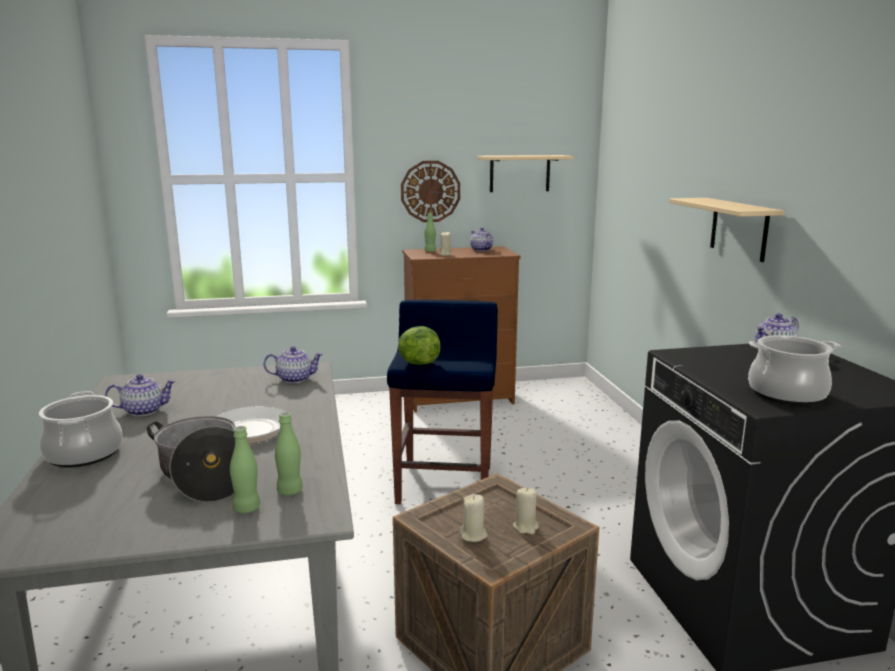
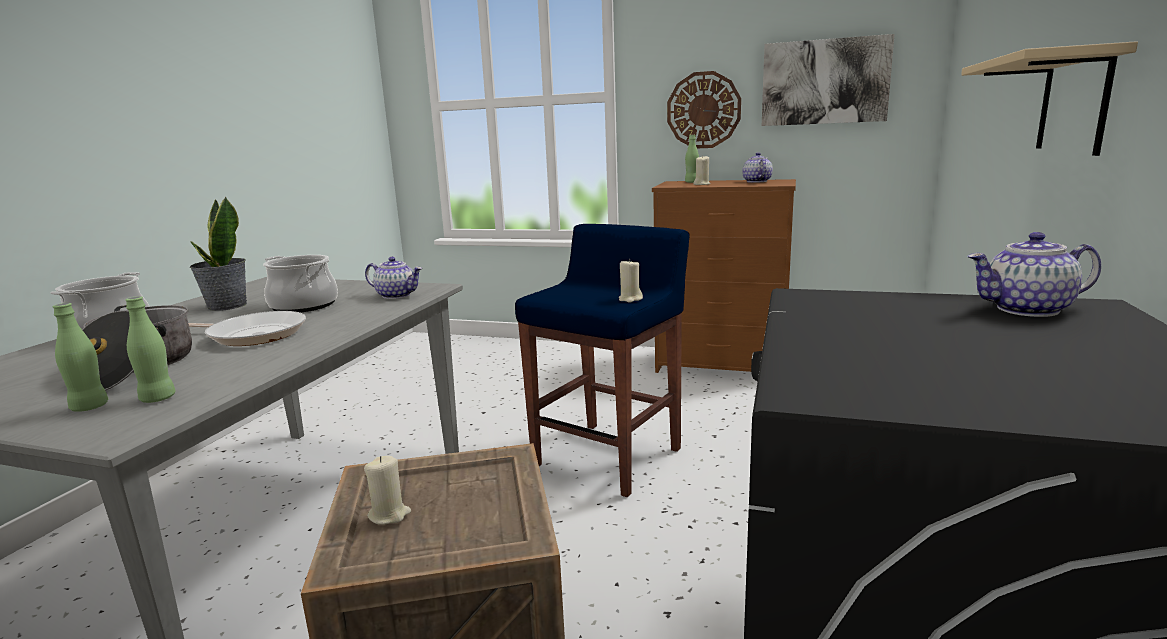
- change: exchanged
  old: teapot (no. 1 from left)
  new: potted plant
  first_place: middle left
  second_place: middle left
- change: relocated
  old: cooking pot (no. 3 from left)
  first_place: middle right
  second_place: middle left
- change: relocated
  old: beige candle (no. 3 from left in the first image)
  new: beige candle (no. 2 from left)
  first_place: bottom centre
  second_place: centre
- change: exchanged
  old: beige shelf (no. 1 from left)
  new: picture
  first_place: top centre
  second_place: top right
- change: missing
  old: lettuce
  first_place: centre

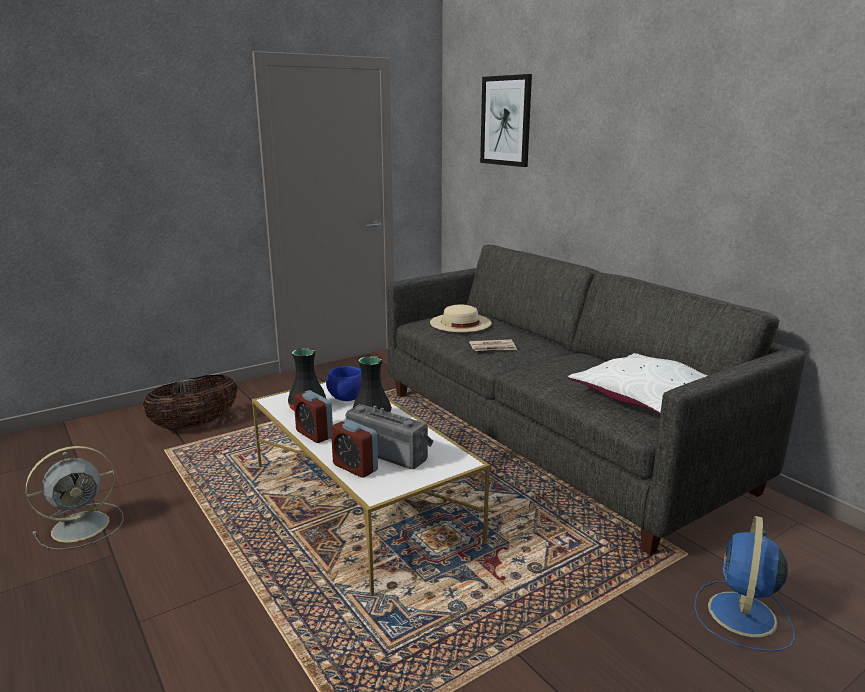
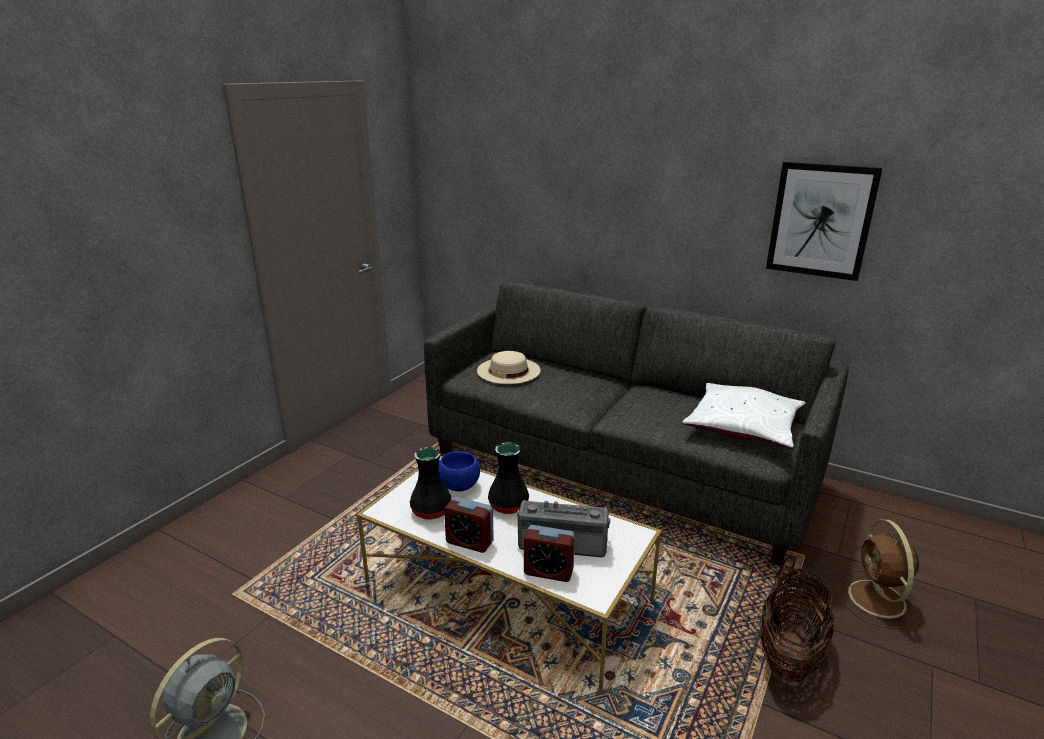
- change: relocated
  old: basket
  first_place: middle left
  second_place: bottom right
- change: relocated
  old: picture
  first_place: top centre
  second_place: top right
- change: colour
  old: blue fan
  new: brown fan
  first_place: bottom right
  second_place: bottom right
- change: missing
  old: newspaper
  first_place: centre

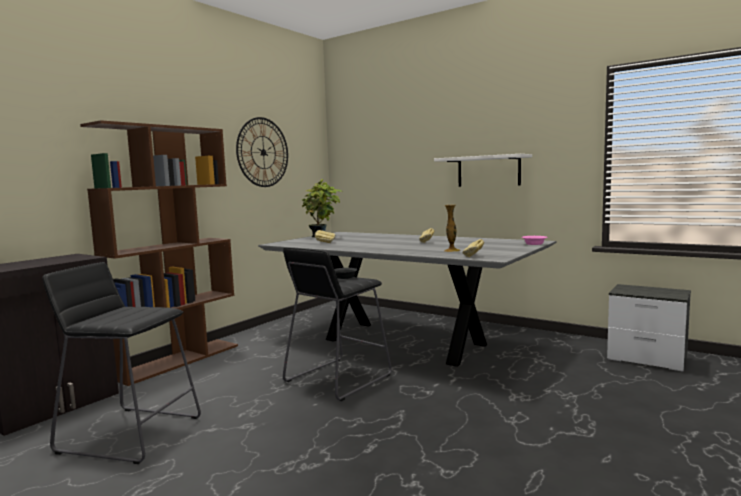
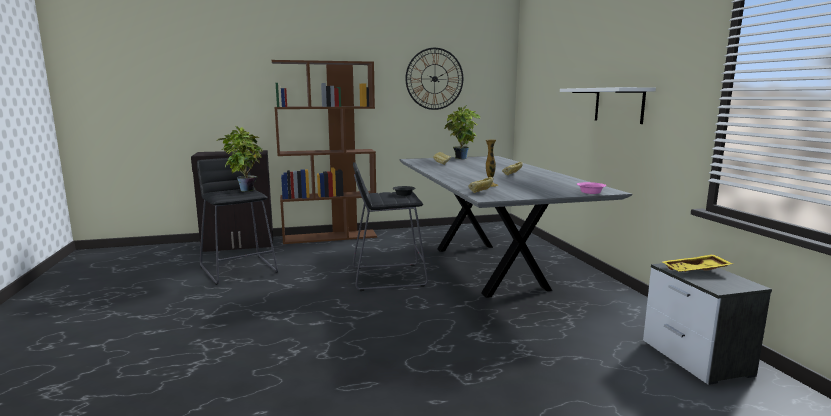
- change: appeared
  new: potted plant (no. 1 from left)
  second_place: middle left
- change: appeared
  new: yellow tray
  second_place: middle right

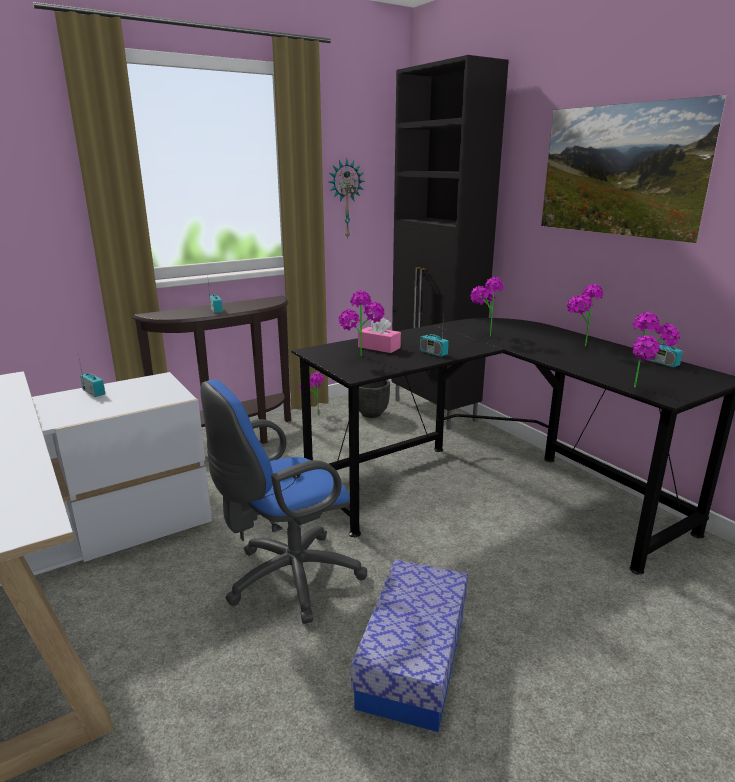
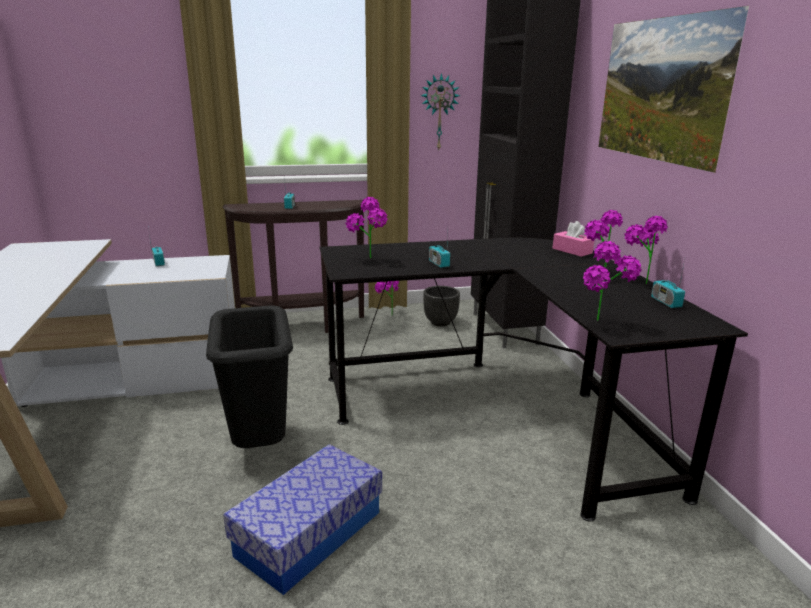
- change: exchanged
  old: blue office chair
  new: black trash can
  first_place: centre
  second_place: middle left
- change: relocated
  old: pink tissue box
  first_place: centre
  second_place: middle right
- change: relocated
  old: potted plant (no. 3 from left in the first image)
  new: potted plant (no. 5 from left)
  first_place: centre
  second_place: middle right

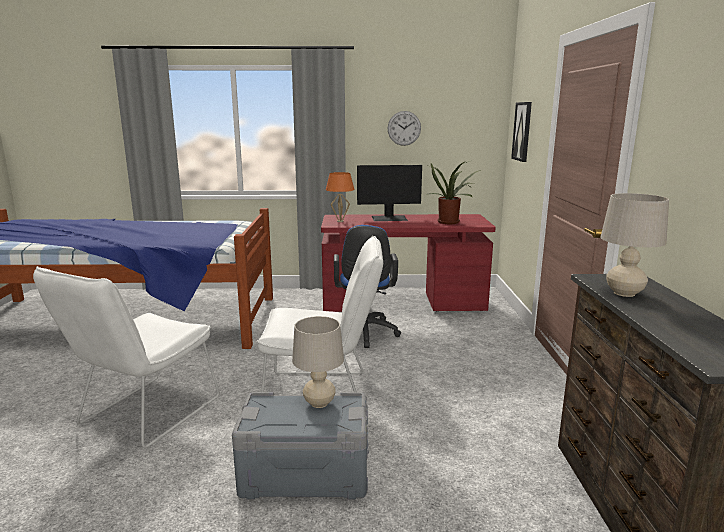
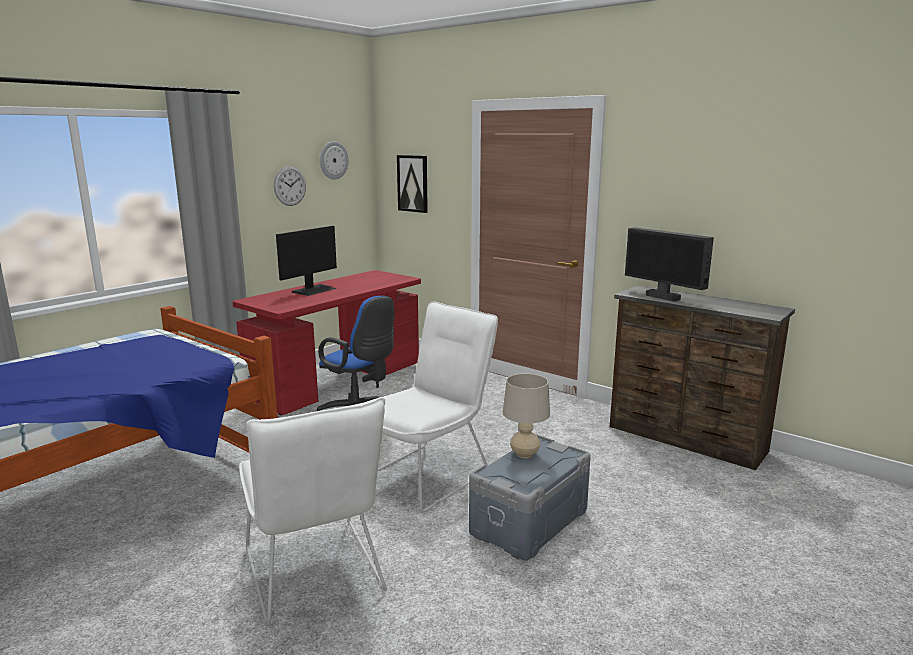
- change: appeared
  new: wall clock (no. 2 from left)
  second_place: top centre
- change: exchanged
  old: beige table lamp (no. 2 from left)
  new: monitor (no. 2 from left)
  first_place: middle right
  second_place: middle right
- change: missing
  old: orange table lamp
  first_place: centre
- change: missing
  old: potted plant
  first_place: centre

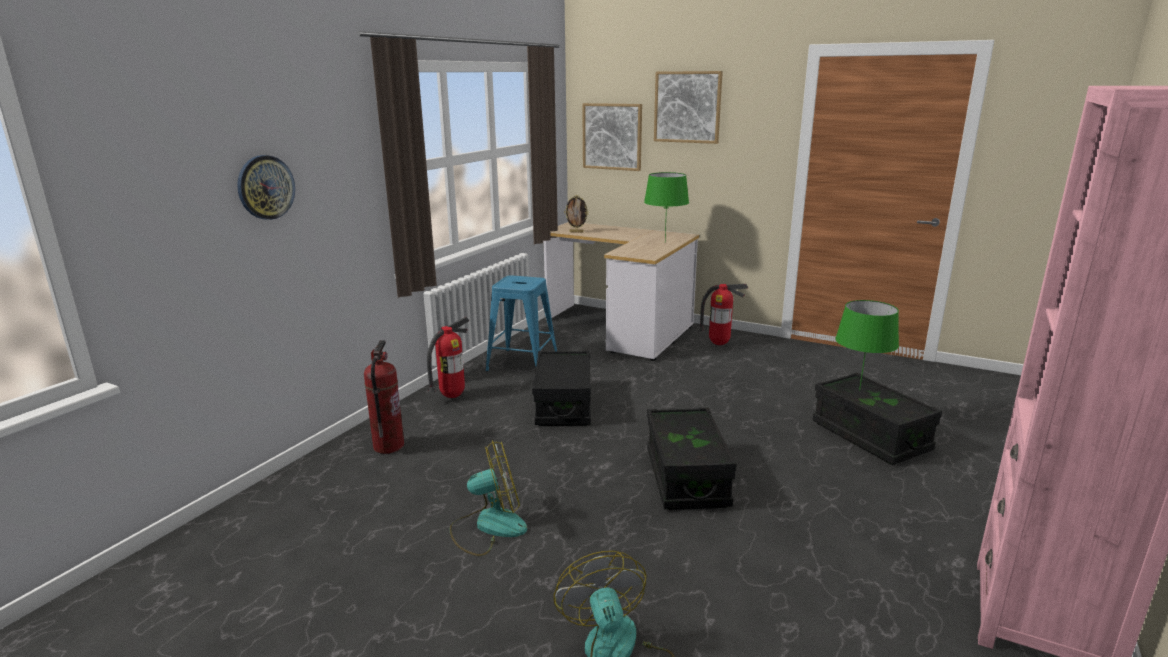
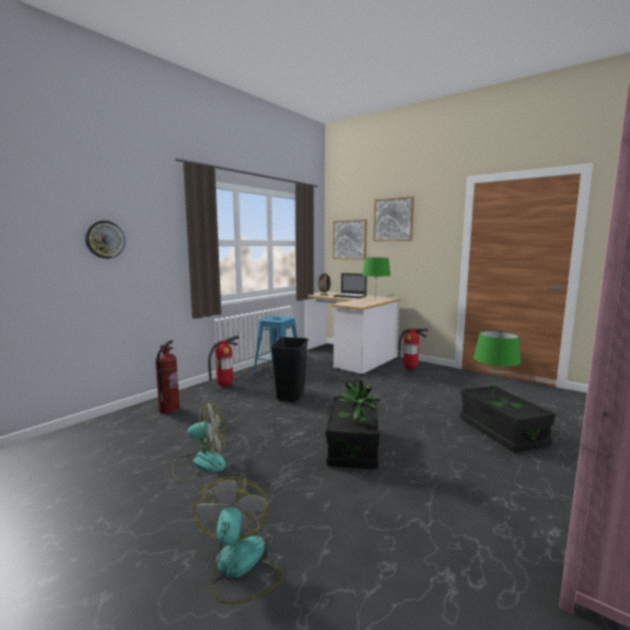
- change: exchanged
  old: black storage box (no. 1 from left)
  new: black trash can
  first_place: centre
  second_place: centre
- change: appeared
  new: laptop
  second_place: centre
- change: appeared
  new: potted plant
  second_place: centre

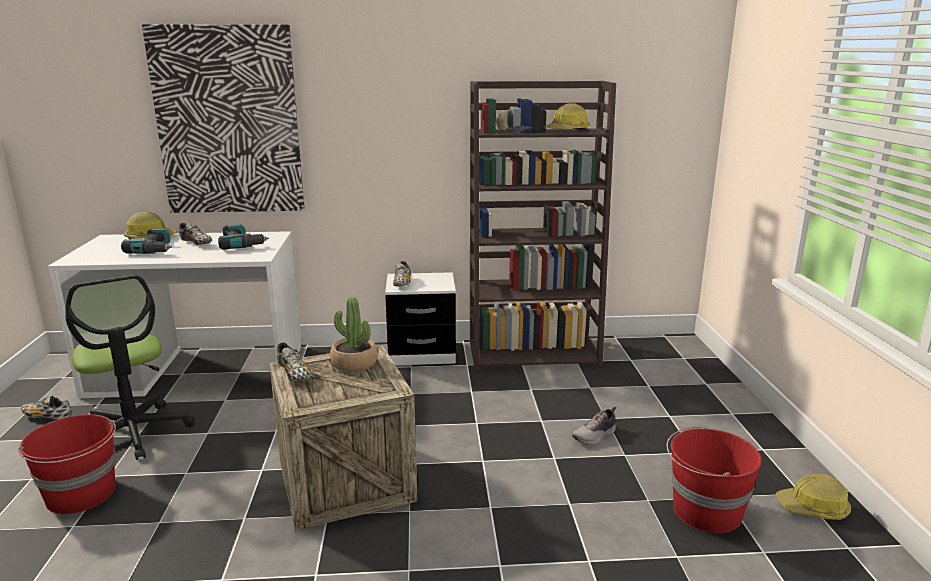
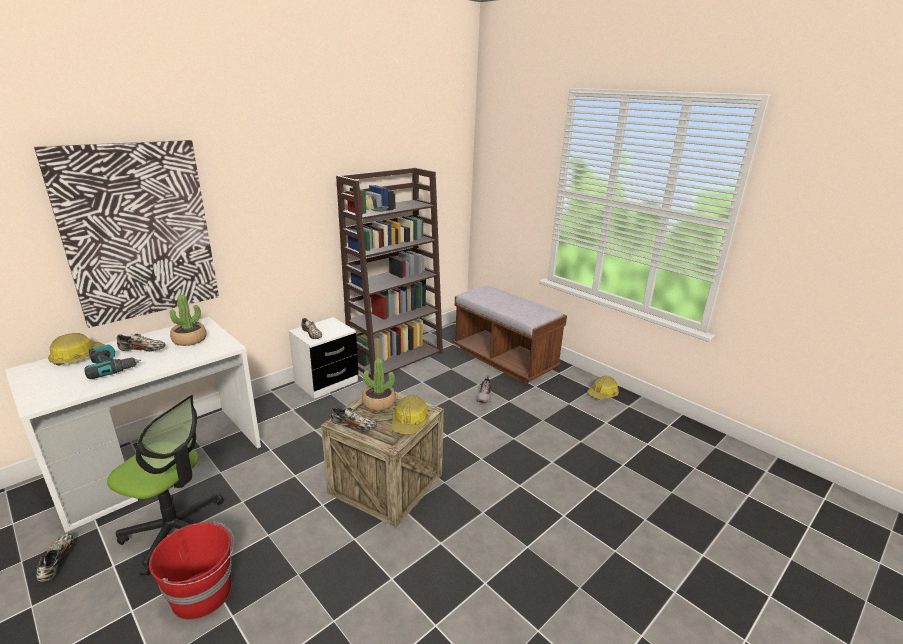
- change: spun
  old: shoe (no. 1 from left)
  first_place: bottom left
  second_place: bottom left
  degrees: 105
- change: exchanged
  old: power drill (no. 2 from left)
  new: potted plant (no. 1 from left)
  first_place: middle left
  second_place: middle left
- change: relocated
  old: hard hat (no. 2 from left)
  first_place: top centre
  second_place: centre
- change: appeared
  new: brown bench
  second_place: centre
- change: missing
  old: red bucket (no. 2 from left)
  first_place: bottom right

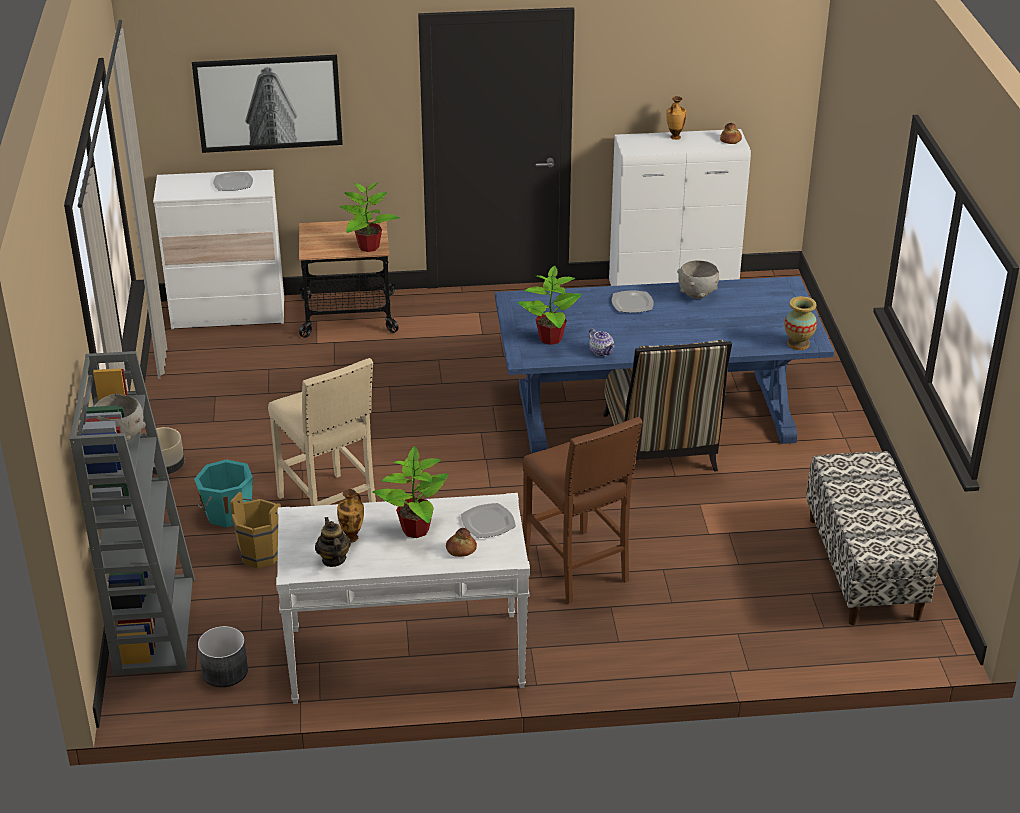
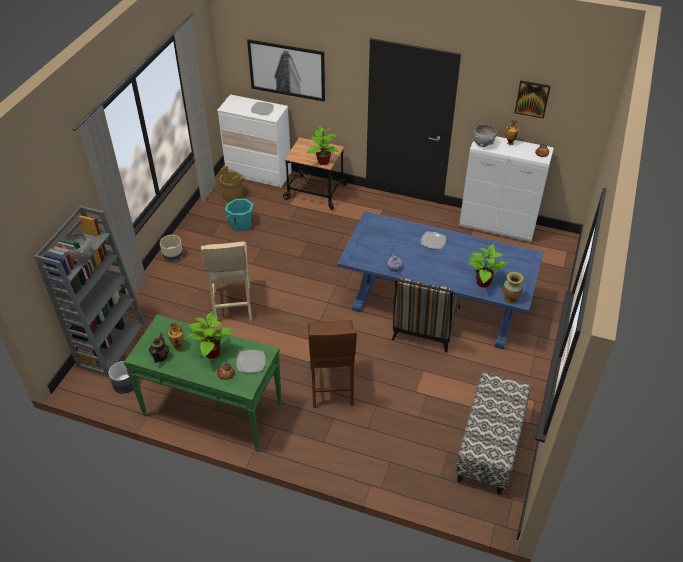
- change: colour
  old: white console table
  new: green console table
  first_place: bottom centre
  second_place: bottom left
- change: relocated
  old: brown bucket
  first_place: middle left
  second_place: top centre
- change: relocated
  old: turquoise bucket
  first_place: middle left
  second_place: centre
- change: relocated
  old: potted plant (no. 3 from left)
  first_place: centre
  second_place: middle right
- change: relocated
  old: grey bowl (no. 2 from left)
  first_place: middle right
  second_place: top right
- change: appeared
  new: picture (no. 2 from left)
  second_place: top right

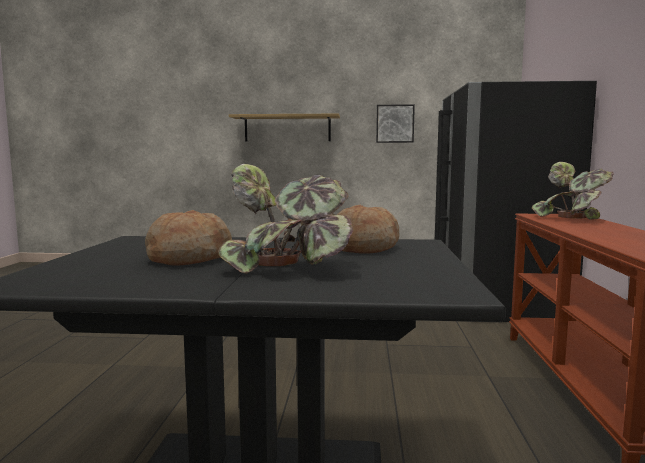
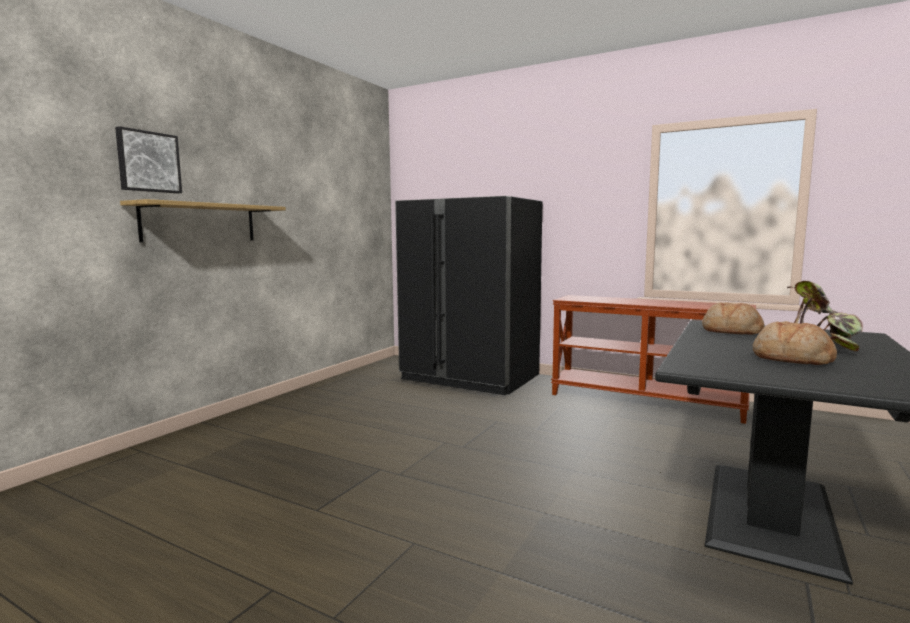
- change: relocated
  old: picture
  first_place: top centre
  second_place: top left
- change: missing
  old: potted plant (no. 2 from left)
  first_place: middle right

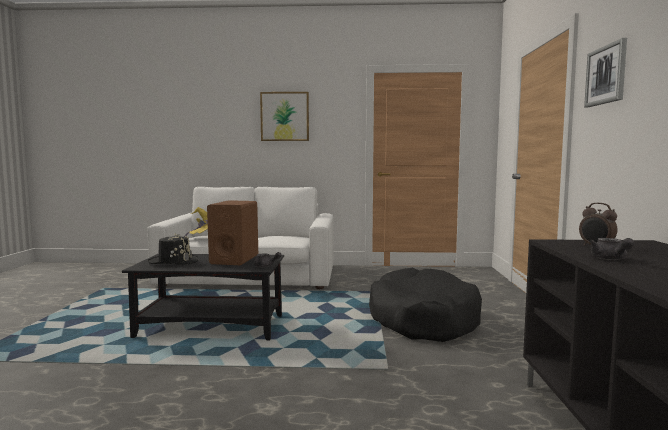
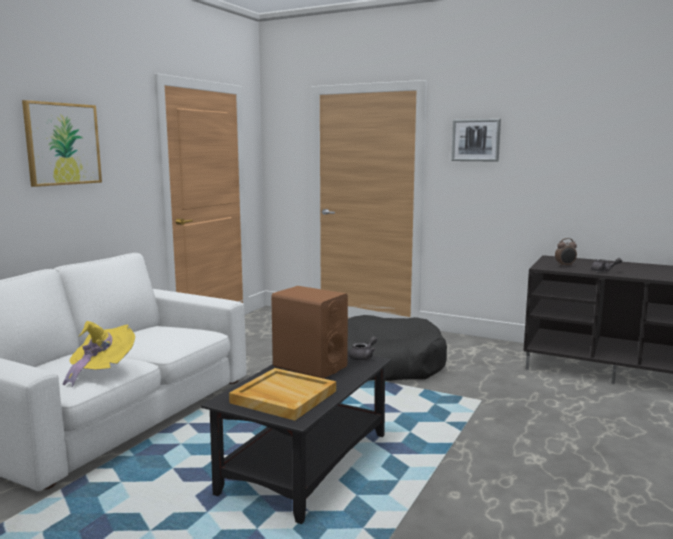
- change: exchanged
  old: black hat
  new: beige tray
  first_place: middle left
  second_place: bottom centre

